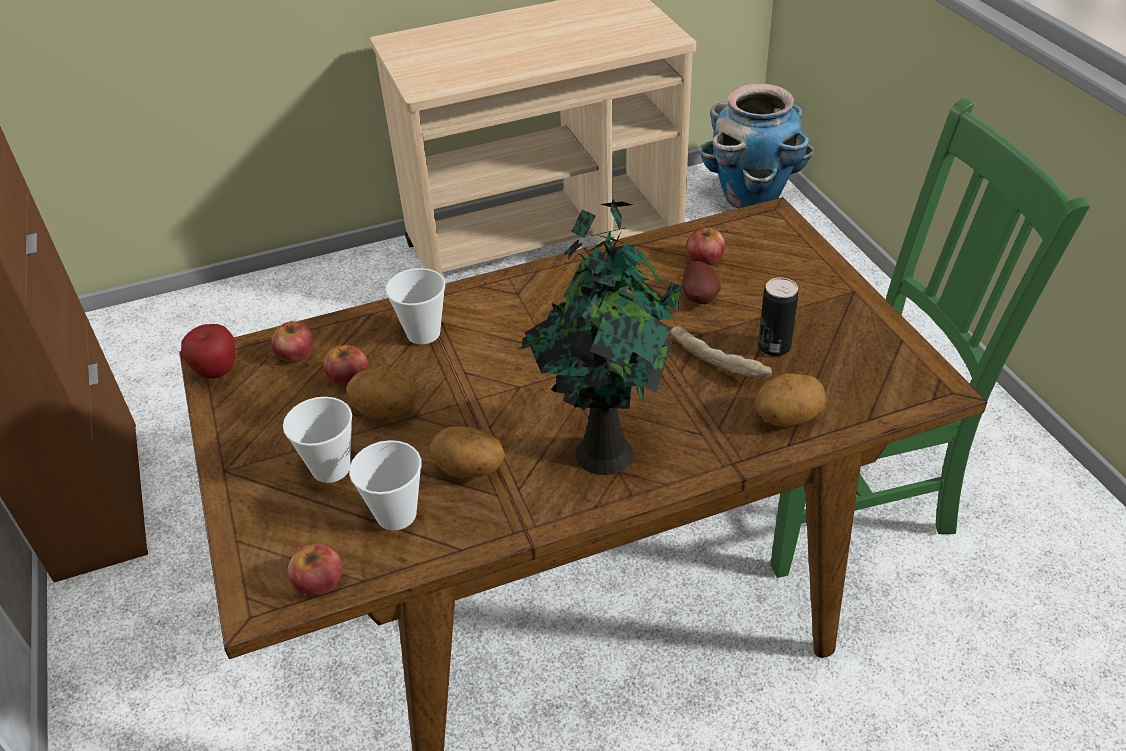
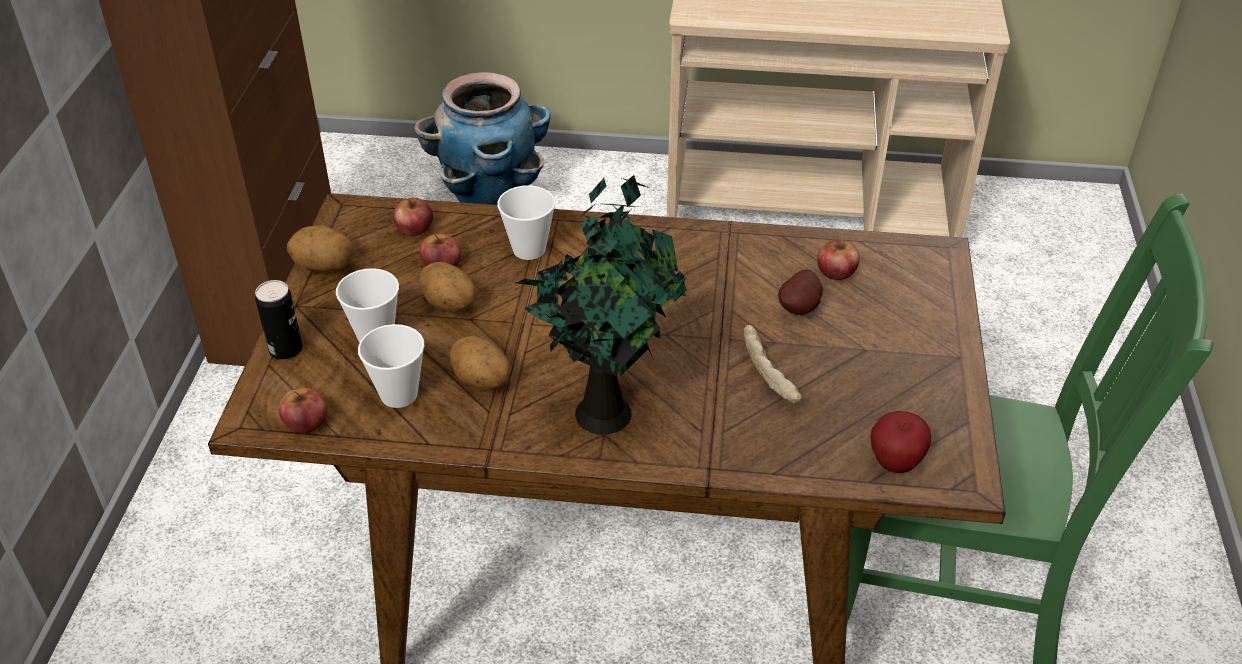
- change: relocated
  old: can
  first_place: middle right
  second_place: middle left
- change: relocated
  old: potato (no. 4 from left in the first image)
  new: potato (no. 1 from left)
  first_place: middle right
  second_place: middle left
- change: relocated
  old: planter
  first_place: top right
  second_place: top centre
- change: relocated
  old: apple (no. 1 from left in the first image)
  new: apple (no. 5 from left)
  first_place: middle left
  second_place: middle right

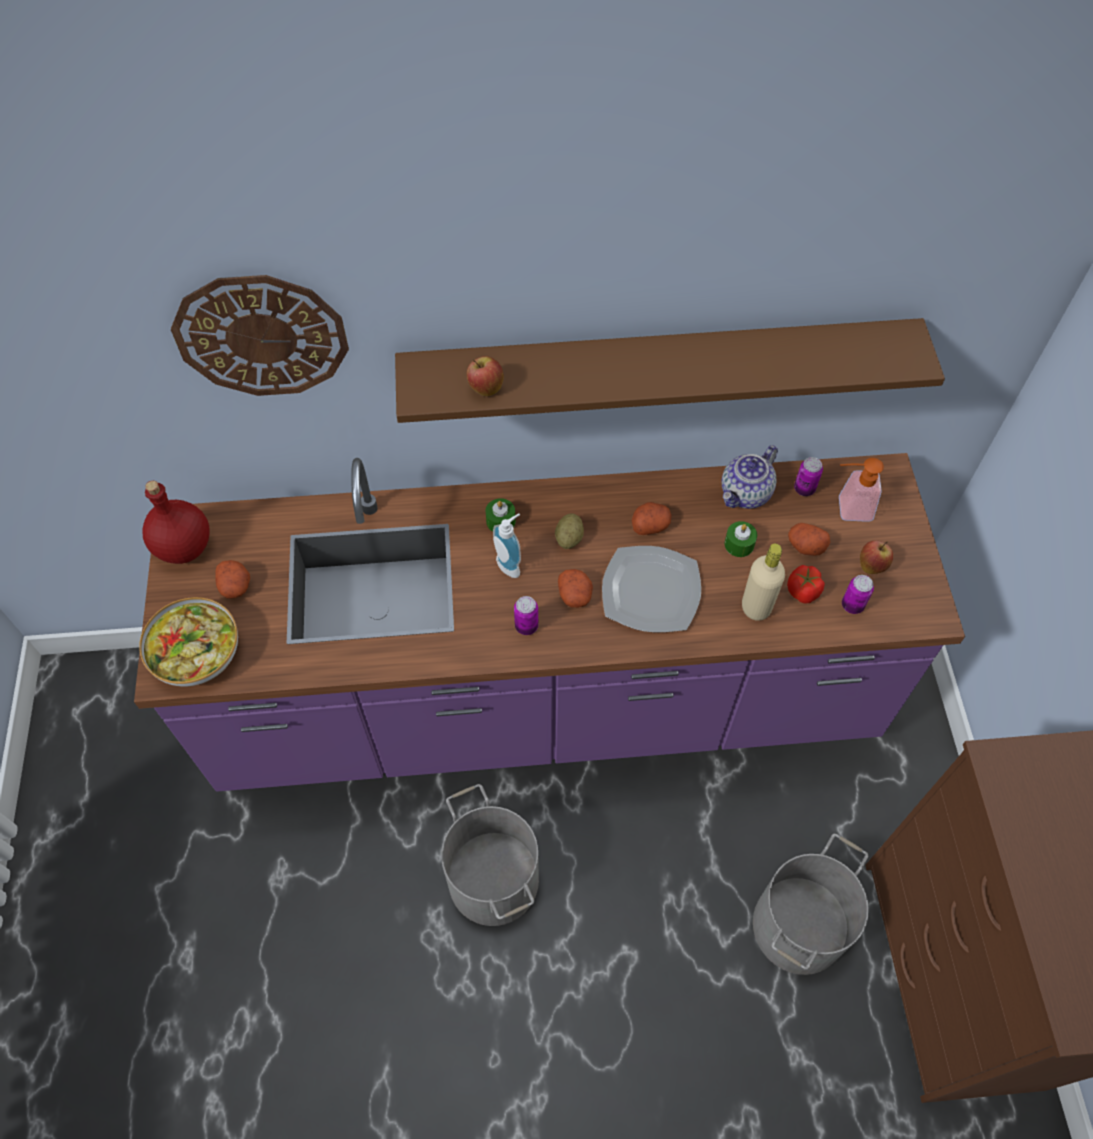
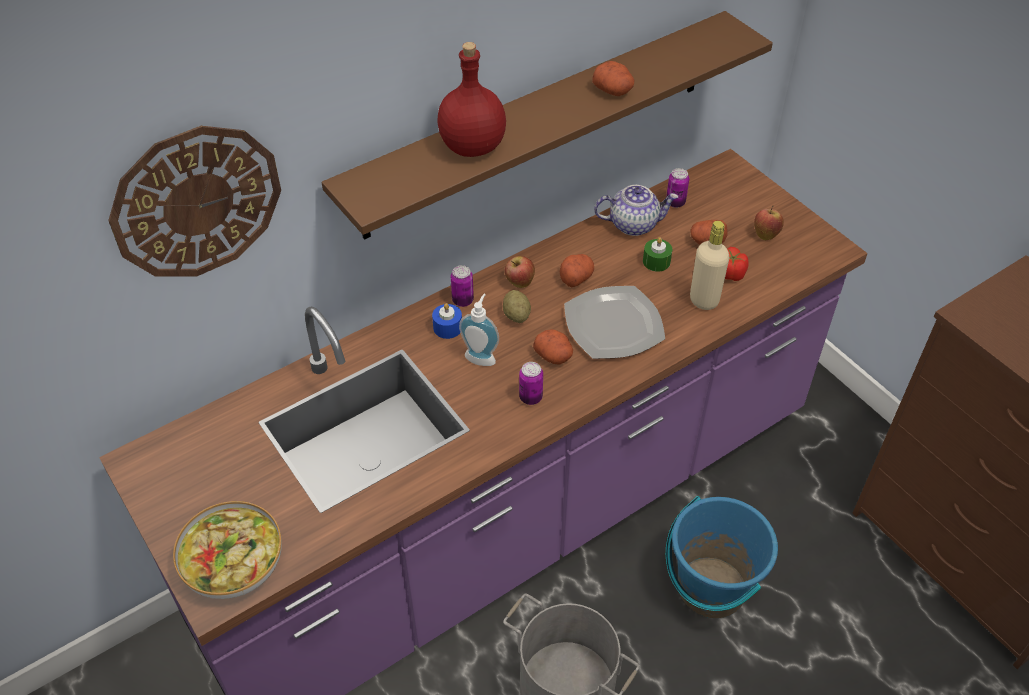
- change: colour
  old: green candle (no. 1 from left)
  new: blue candle
  first_place: centre
  second_place: centre
- change: relocated
  old: red bottle
  first_place: middle left
  second_place: top centre
- change: relocated
  old: can (no. 3 from left in the first image)
  new: can (no. 1 from left)
  first_place: middle right
  second_place: centre
- change: relocated
  old: apple (no. 1 from left)
  first_place: top centre
  second_place: centre
- change: relocated
  old: potato (no. 1 from left in the first image)
  new: potato (no. 4 from left)
  first_place: middle left
  second_place: top centre
- change: spun
  old: teapot
  first_place: middle right
  second_place: top centre
  degrees: -105
- change: appeared
  new: blue bucket
  second_place: bottom right
- change: missing
  old: grey bucket (no. 2 from left)
  first_place: bottom right
- change: missing
  old: soap dispenser (no. 2 from left)
  first_place: middle right

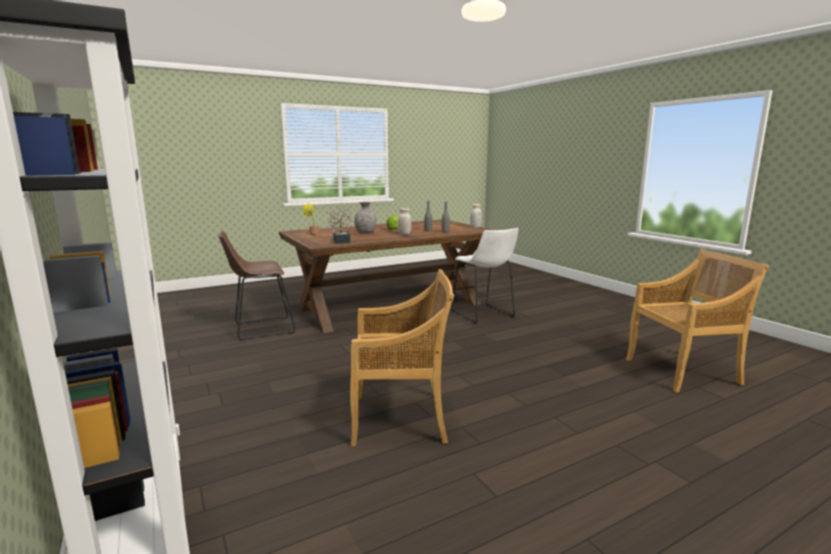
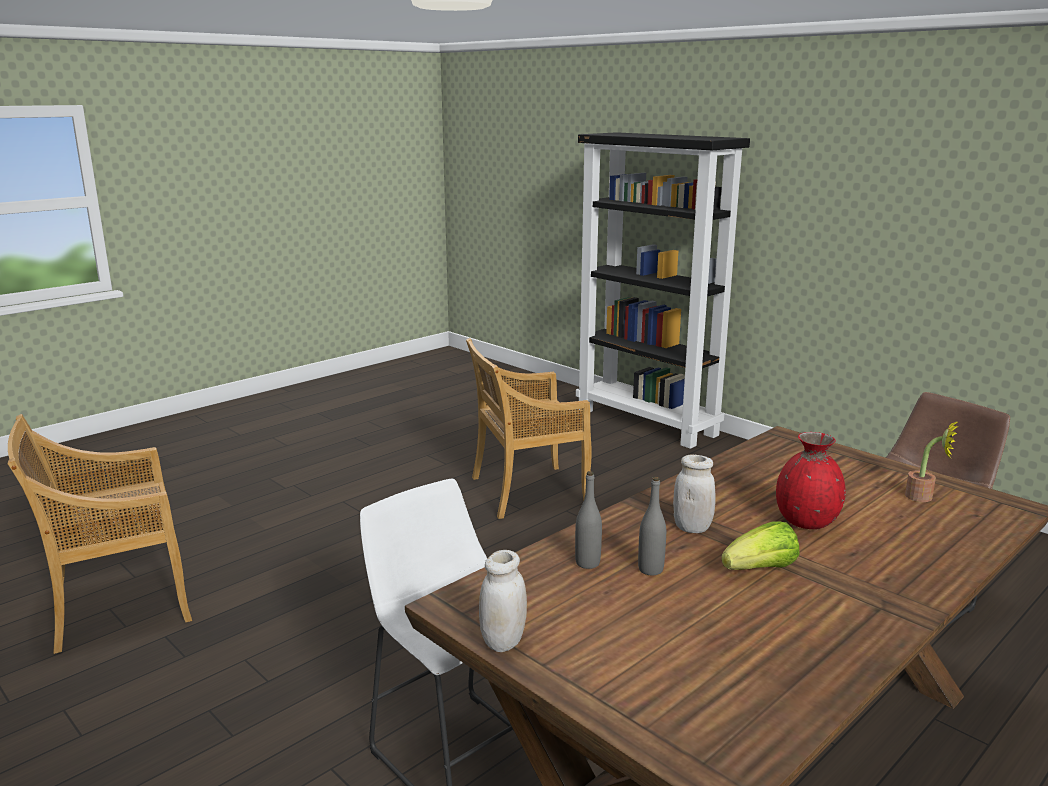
- change: colour
  old: grey vase
  new: red vase
  first_place: centre
  second_place: middle right
- change: missing
  old: potted plant (no. 2 from left)
  first_place: centre

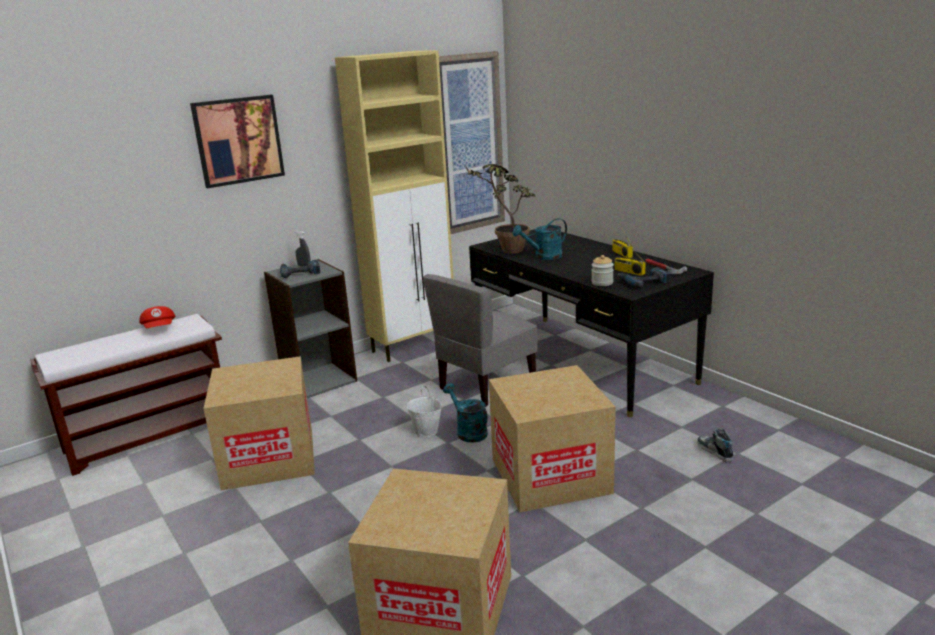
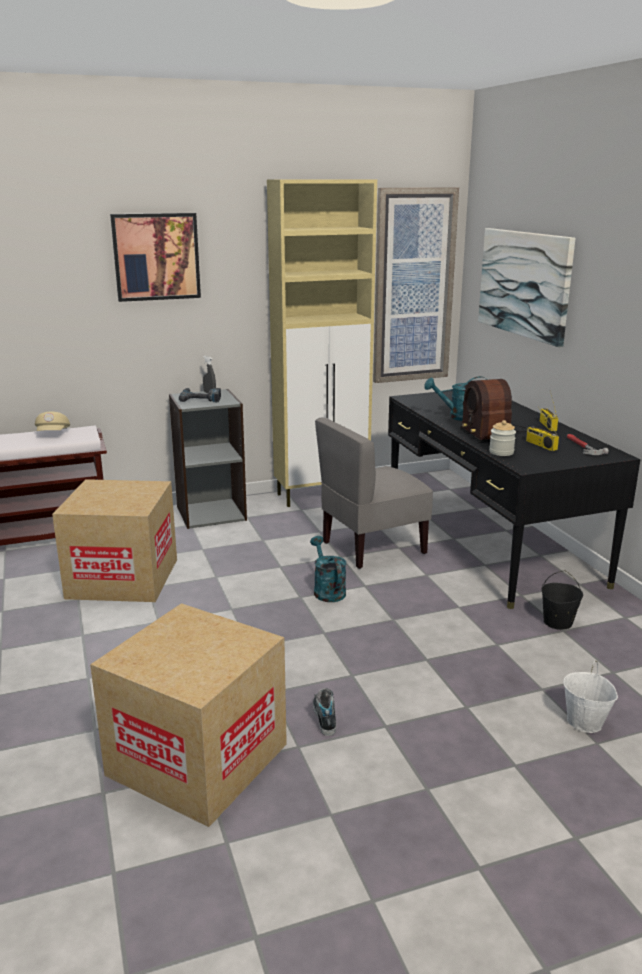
- change: colour
  old: red cap
  new: beige cap
  first_place: middle left
  second_place: middle left
- change: relocated
  old: shoe
  first_place: bottom right
  second_place: bottom centre
- change: appeared
  new: radio (no. 1 from left)
  second_place: middle right
- change: appeared
  new: picture (no. 3 from left)
  second_place: top right
- change: appeared
  new: black bucket
  second_place: middle right
- change: relocated
  old: white bucket
  first_place: centre
  second_place: bottom right
- change: missing
  old: potted plant
  first_place: top centre
- change: missing
  old: cardboard box (no. 3 from left)
  first_place: bottom centre
- change: missing
  old: power drill (no. 2 from left)
  first_place: middle right

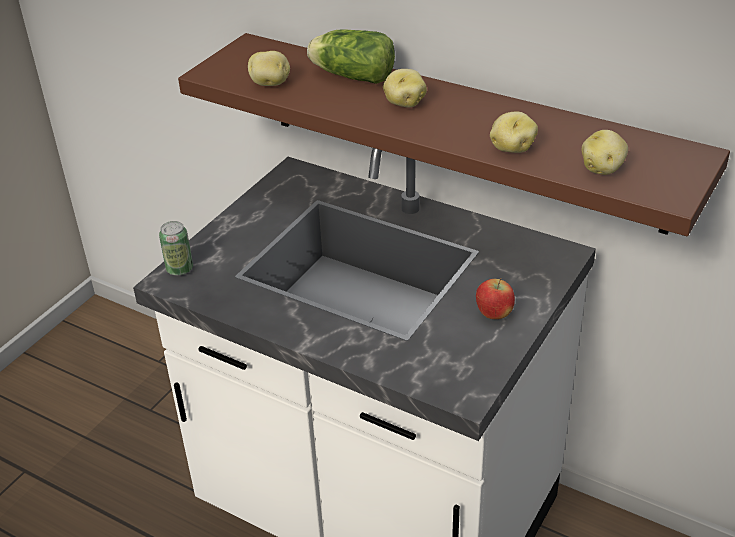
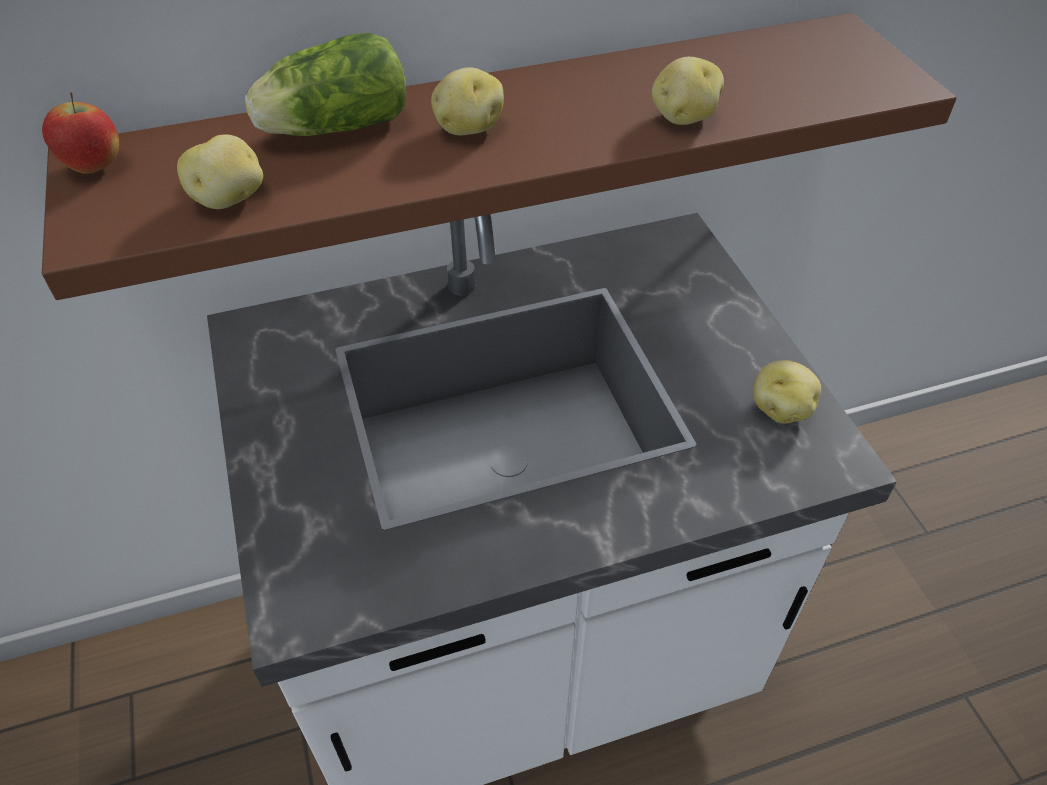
- change: relocated
  old: apple
  first_place: middle right
  second_place: top left
- change: relocated
  old: potato (no. 4 from left)
  first_place: top right
  second_place: middle right
- change: missing
  old: can
  first_place: middle left

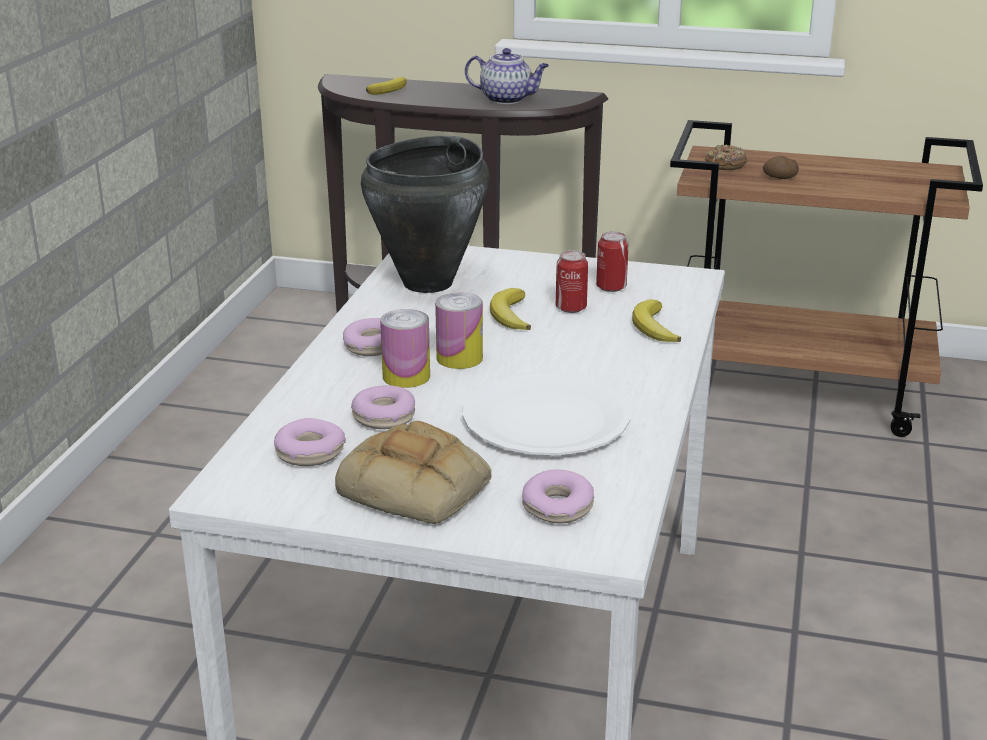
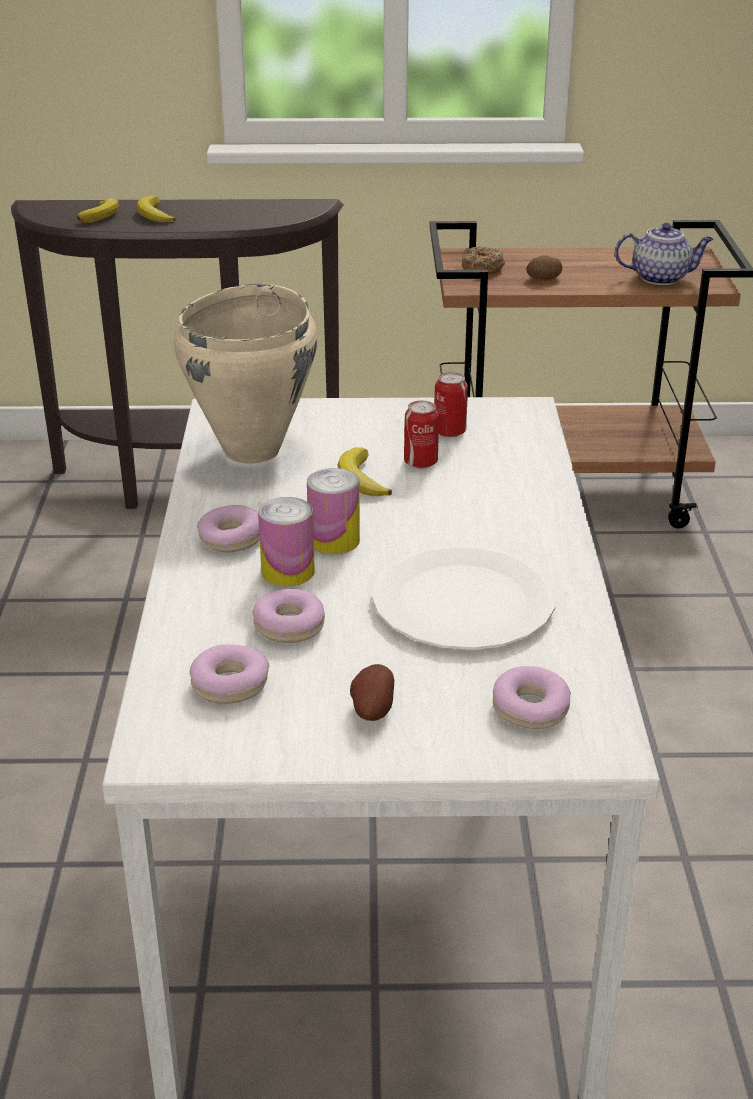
- change: relocated
  old: banana (no. 3 from left in the first image)
  new: banana (no. 2 from left)
  first_place: centre
  second_place: top left
- change: colour
  old: black cooking pot
  new: beige cooking pot
  first_place: top centre
  second_place: middle left
- change: exchanged
  old: bread
  new: potato (no. 1 from left)
  first_place: centre
  second_place: centre
- change: relocated
  old: teapot
  first_place: top centre
  second_place: top right

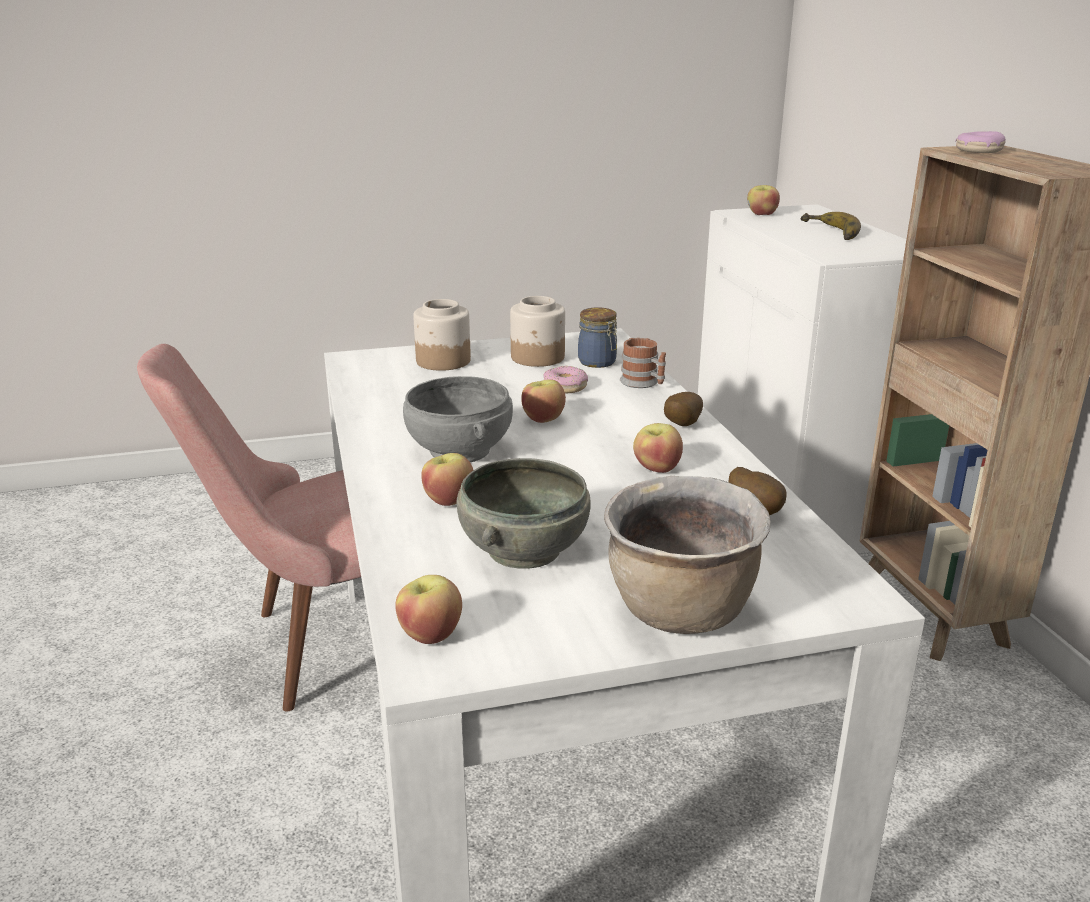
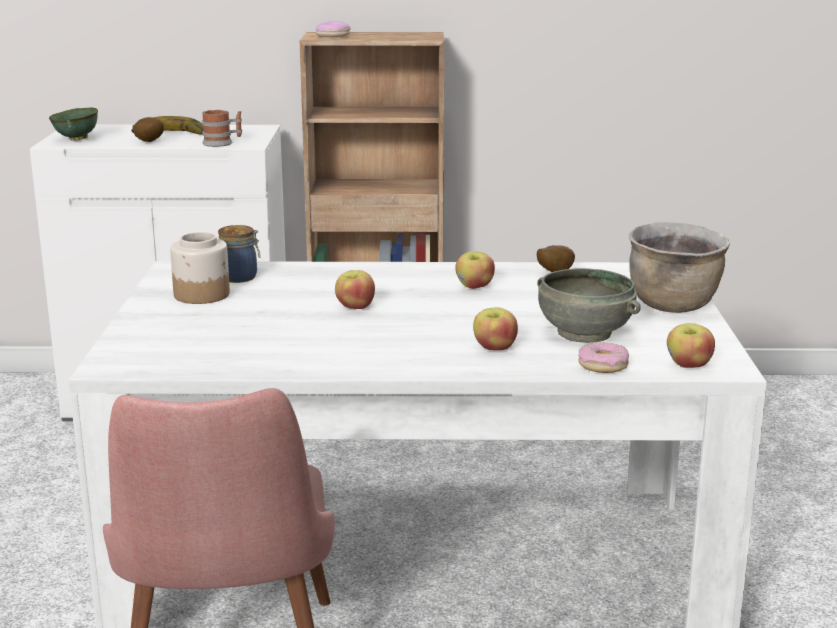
- change: exchanged
  old: apple (no. 5 from left)
  new: green bowl
  first_place: top right
  second_place: top left
- change: relocated
  old: potato (no. 1 from left)
  first_place: centre
  second_place: top left
- change: relocated
  old: mug
  first_place: centre
  second_place: top left
- change: relocated
  old: donut (no. 1 from left in the first image)
  new: donut (no. 2 from left)
  first_place: centre
  second_place: middle right
- change: missing
  old: grey bowl (no. 1 from left)
  first_place: centre
- change: missing
  old: jar (no. 1 from left)
  first_place: centre

